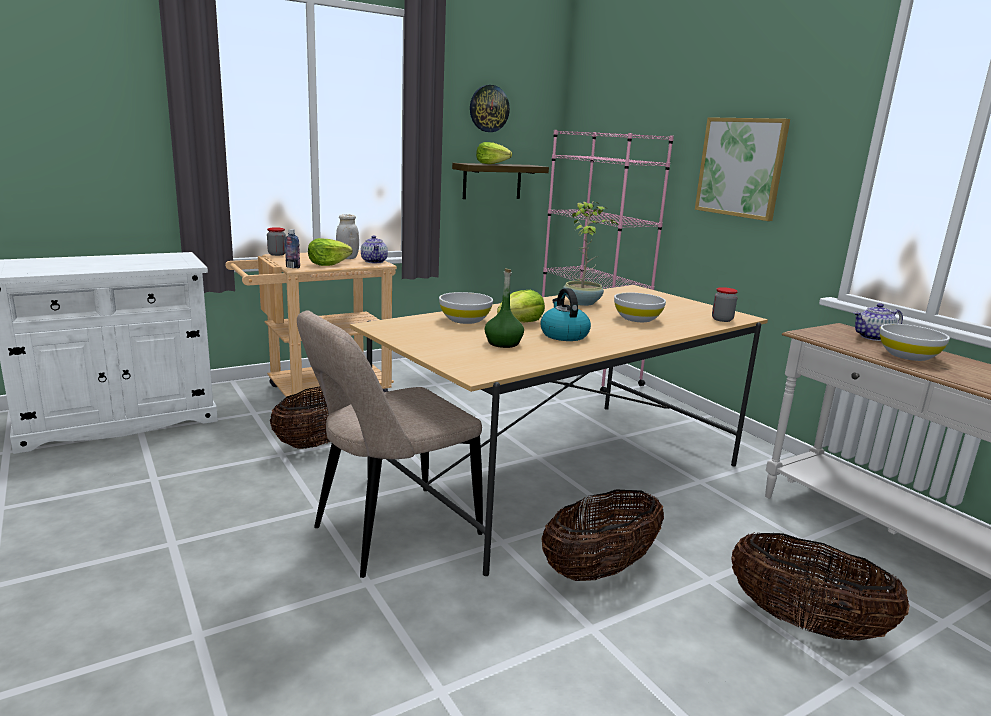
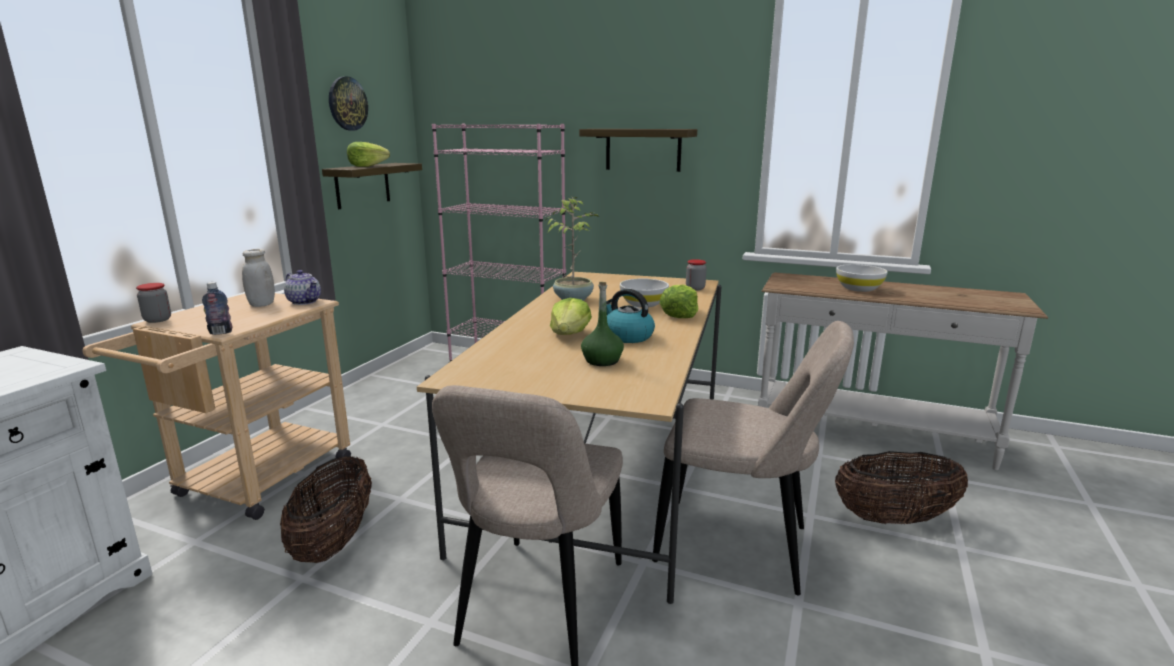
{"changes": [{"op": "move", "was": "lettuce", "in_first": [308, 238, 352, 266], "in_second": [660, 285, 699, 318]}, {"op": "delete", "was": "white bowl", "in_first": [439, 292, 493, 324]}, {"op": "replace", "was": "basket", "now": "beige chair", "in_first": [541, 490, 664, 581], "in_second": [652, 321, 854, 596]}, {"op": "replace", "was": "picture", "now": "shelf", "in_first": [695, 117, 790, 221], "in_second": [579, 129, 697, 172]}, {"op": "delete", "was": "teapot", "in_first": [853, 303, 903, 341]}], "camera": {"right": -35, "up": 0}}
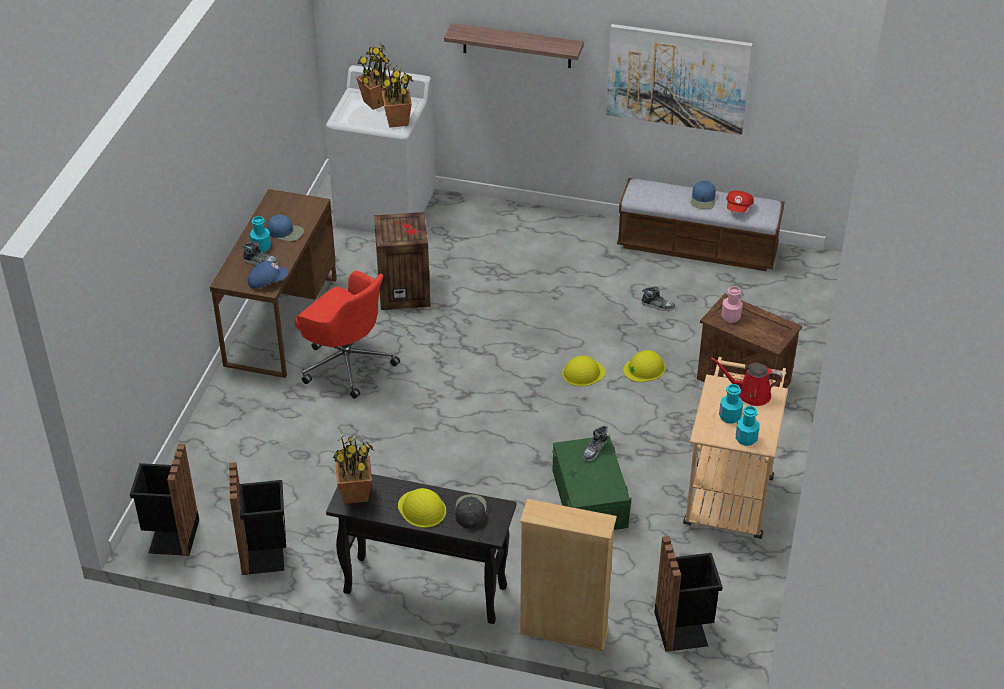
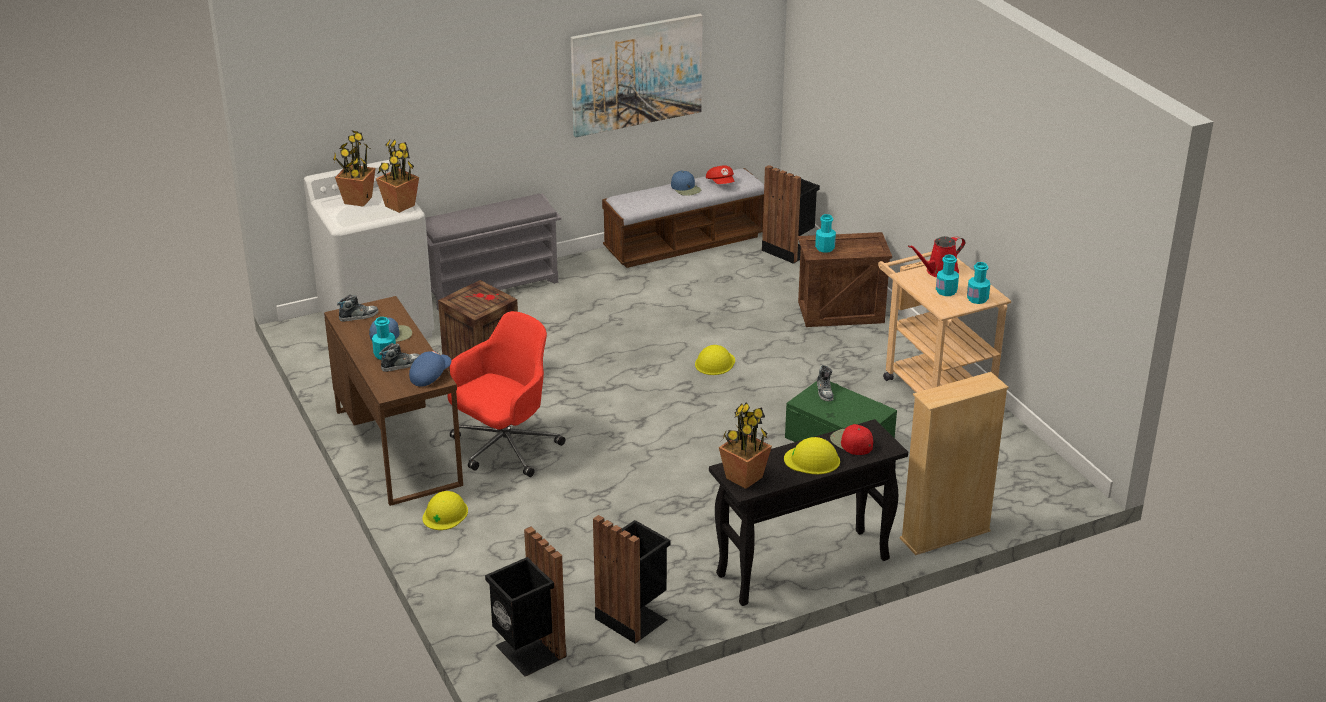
{"changes": [{"op": "rotate", "was": "red office chair", "in_first": [295, 271, 400, 399], "in_second": [448, 311, 565, 477], "clockwise": -45}, {"op": "delete", "was": "shelf", "in_first": [444, 23, 584, 68]}, {"op": "recolor", "was": "black cap", "now": "red cap", "in_first": [456, 495, 487, 529], "in_second": [830, 424, 873, 455]}, {"op": "move", "was": "yellow hard hat", "in_first": [623, 350, 665, 382], "in_second": [422, 491, 468, 530]}, {"op": "move", "was": "shoe", "in_first": [642, 287, 675, 311], "in_second": [337, 295, 378, 322]}, {"op": "move", "was": "black trash can", "in_first": [654, 536, 722, 652], "in_second": [762, 165, 820, 264]}, {"op": "recolor", "was": "pink bottle", "now": "turquoise bottle", "in_first": [721, 286, 743, 323], "in_second": [815, 214, 836, 253]}, {"op": "insert", "now": "grey shoe rack", "in_second": [425, 194, 561, 311]}], "camera": {"right": -40, "up": -10}}
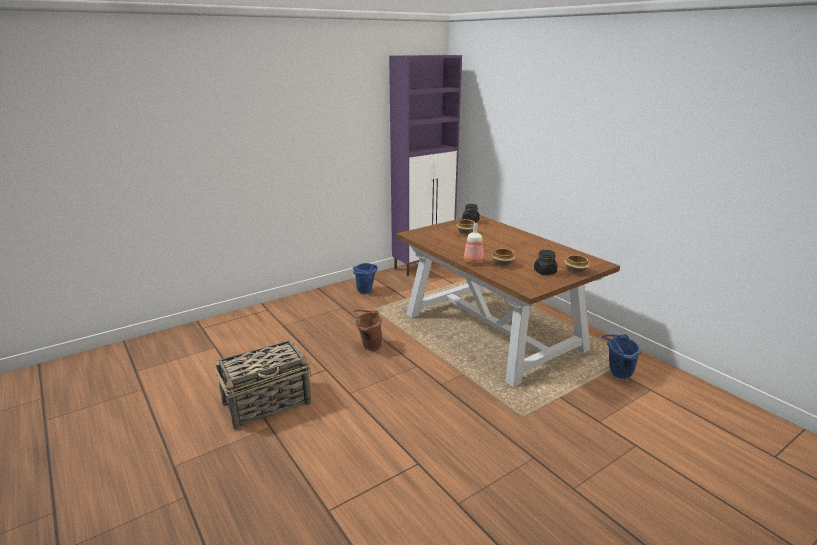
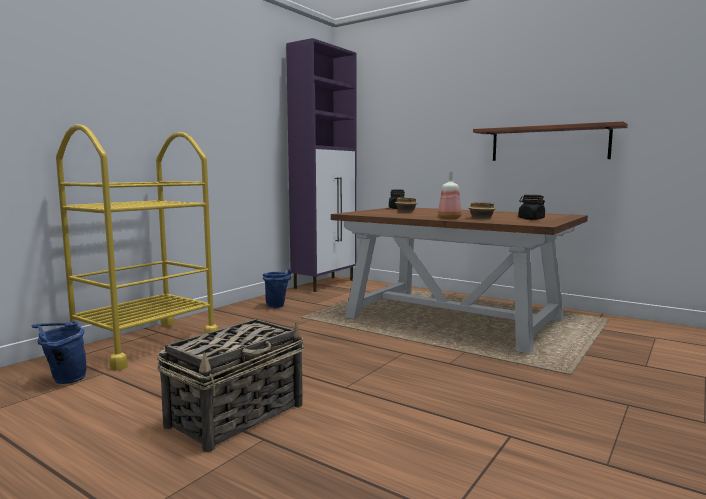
{"changes": [{"op": "delete", "was": "brown bucket", "in_first": [353, 310, 382, 351]}, {"op": "delete", "was": "bowl", "in_first": [564, 255, 590, 274]}, {"op": "move", "was": "blue bucket", "in_first": [602, 334, 642, 379], "in_second": [32, 321, 86, 384]}, {"op": "insert", "now": "yellow cart", "in_second": [56, 124, 219, 371]}, {"op": "insert", "now": "shelf", "in_second": [473, 121, 628, 161]}], "camera": {"right": -20, "up": -15}}
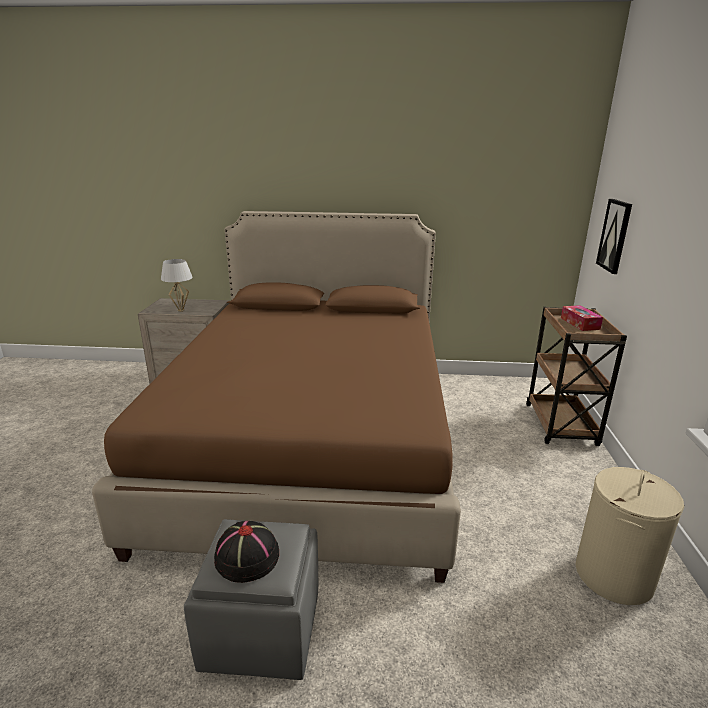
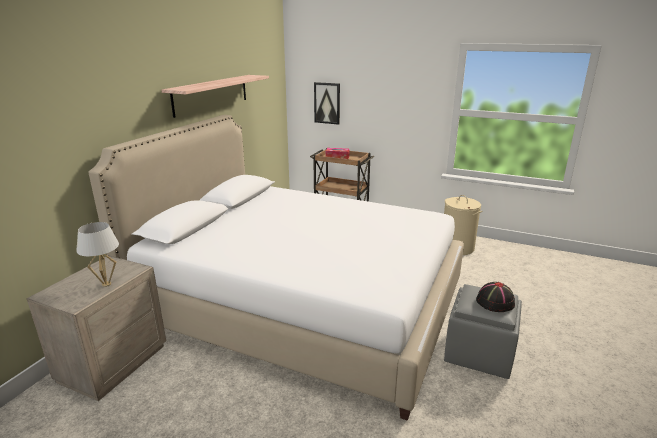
{"changes": [{"op": "recolor", "was": "brown bed", "now": "white bed", "in_first": [92, 211, 461, 583], "in_second": [89, 115, 464, 421]}, {"op": "insert", "now": "shelf", "in_second": [162, 75, 269, 118]}], "camera": {"right": -70, "up": 0}}
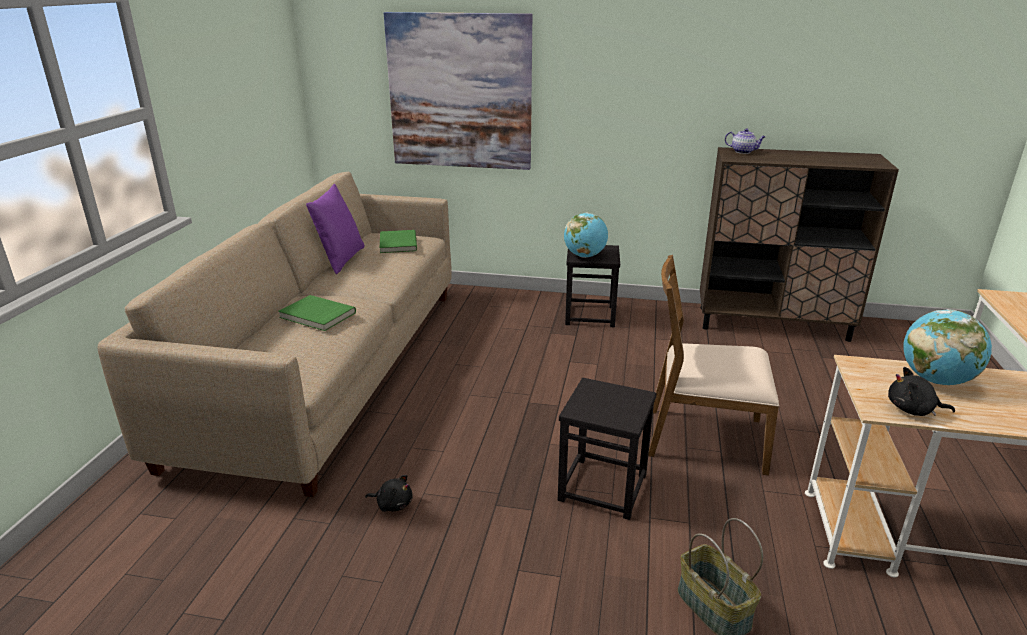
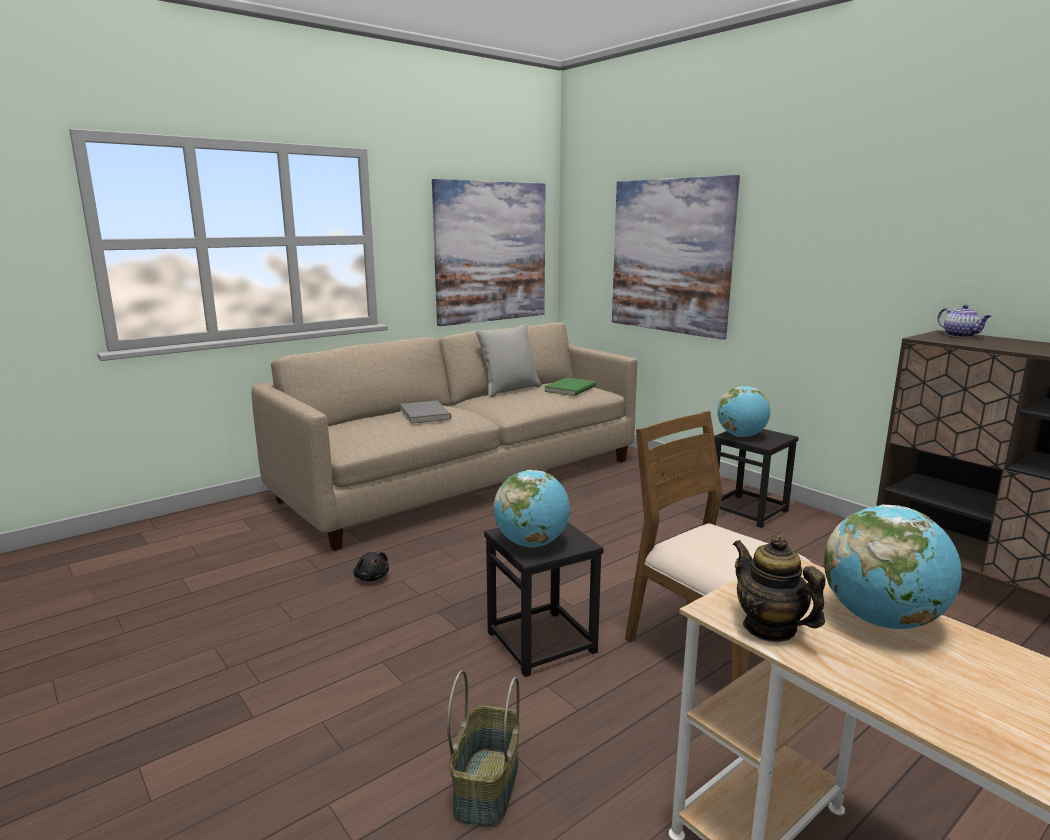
{"changes": [{"op": "recolor", "was": "green book", "now": "grey book", "in_first": [278, 295, 356, 331], "in_second": [400, 401, 452, 424]}, {"op": "recolor", "was": "purple pillow", "now": "grey pillow", "in_first": [306, 184, 365, 274], "in_second": [476, 324, 541, 398]}, {"op": "replace", "was": "black plush toy", "now": "teapot", "in_first": [888, 367, 955, 416], "in_second": [733, 535, 825, 642]}, {"op": "insert", "now": "picture", "in_second": [432, 179, 546, 326]}, {"op": "insert", "now": "globe", "in_second": [493, 470, 570, 548]}], "camera": {"right": 40, "up": -10}}
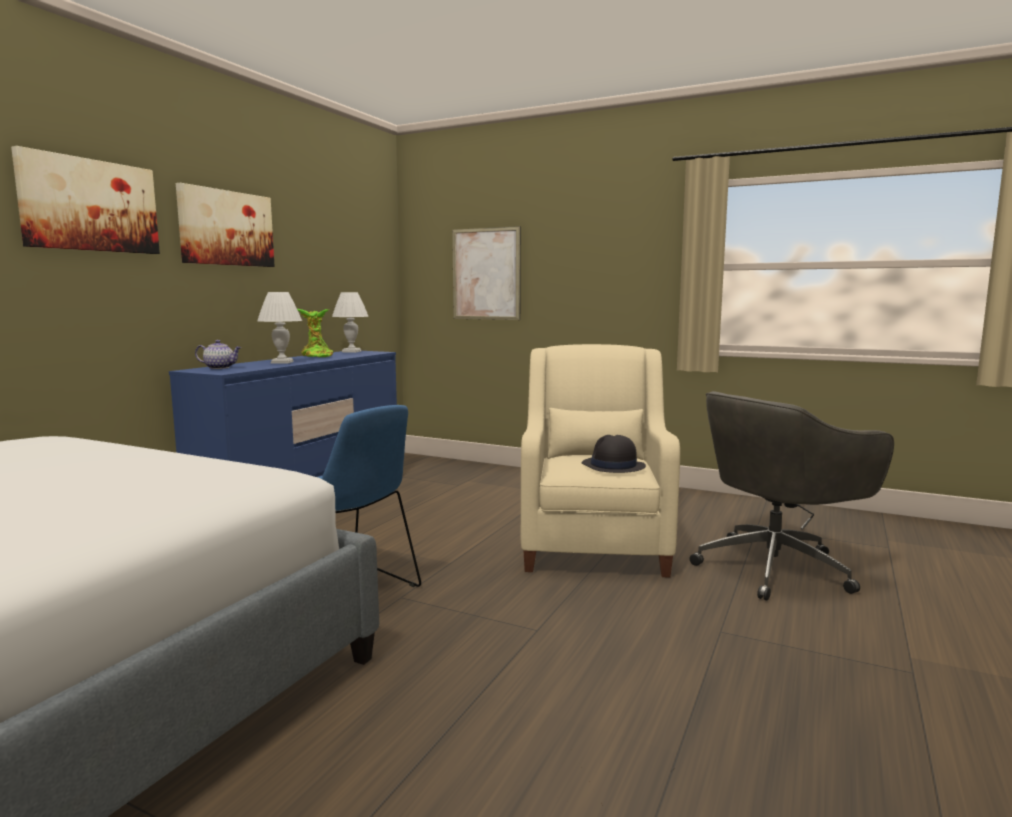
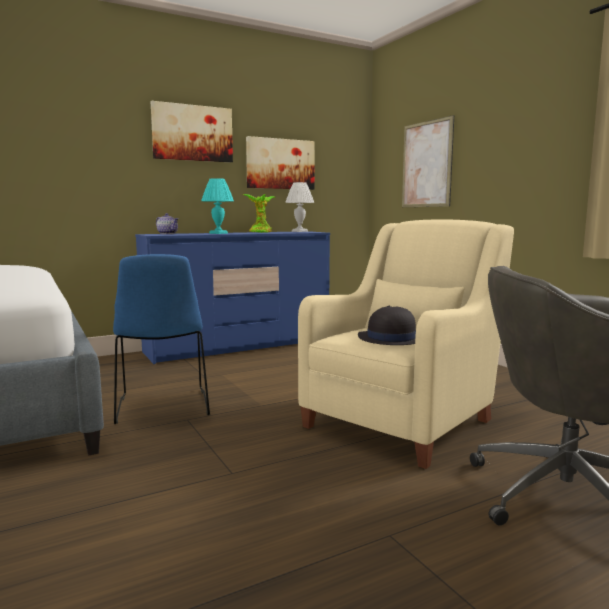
{"changes": [{"op": "move", "was": "picture", "in_first": [11, 146, 160, 254], "in_second": [246, 136, 315, 190]}, {"op": "recolor", "was": "white table lamp", "now": "turquoise table lamp", "in_first": [257, 292, 302, 364], "in_second": [201, 178, 234, 234]}], "camera": {"right": 35, "up": 0}}
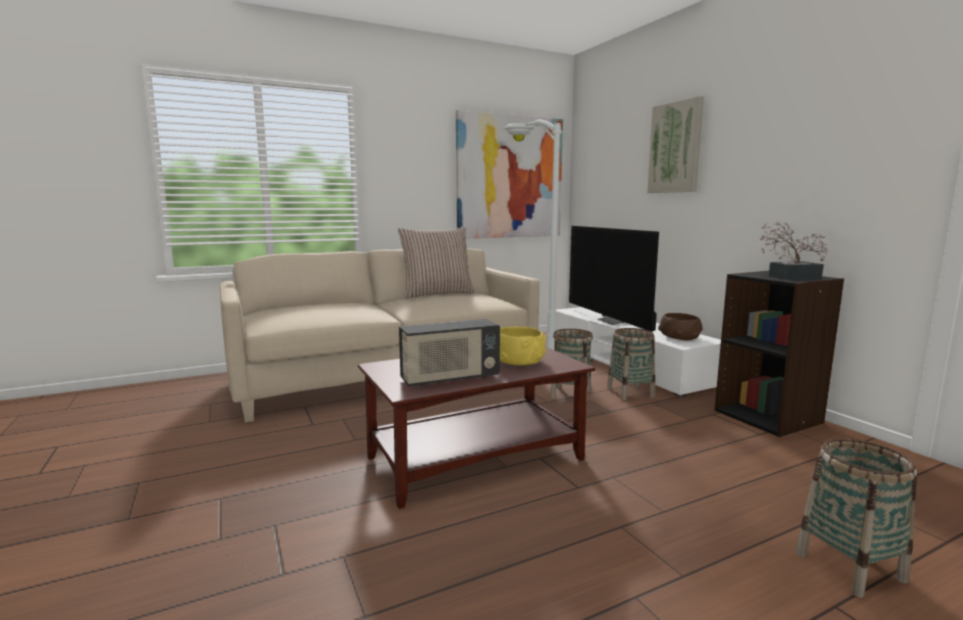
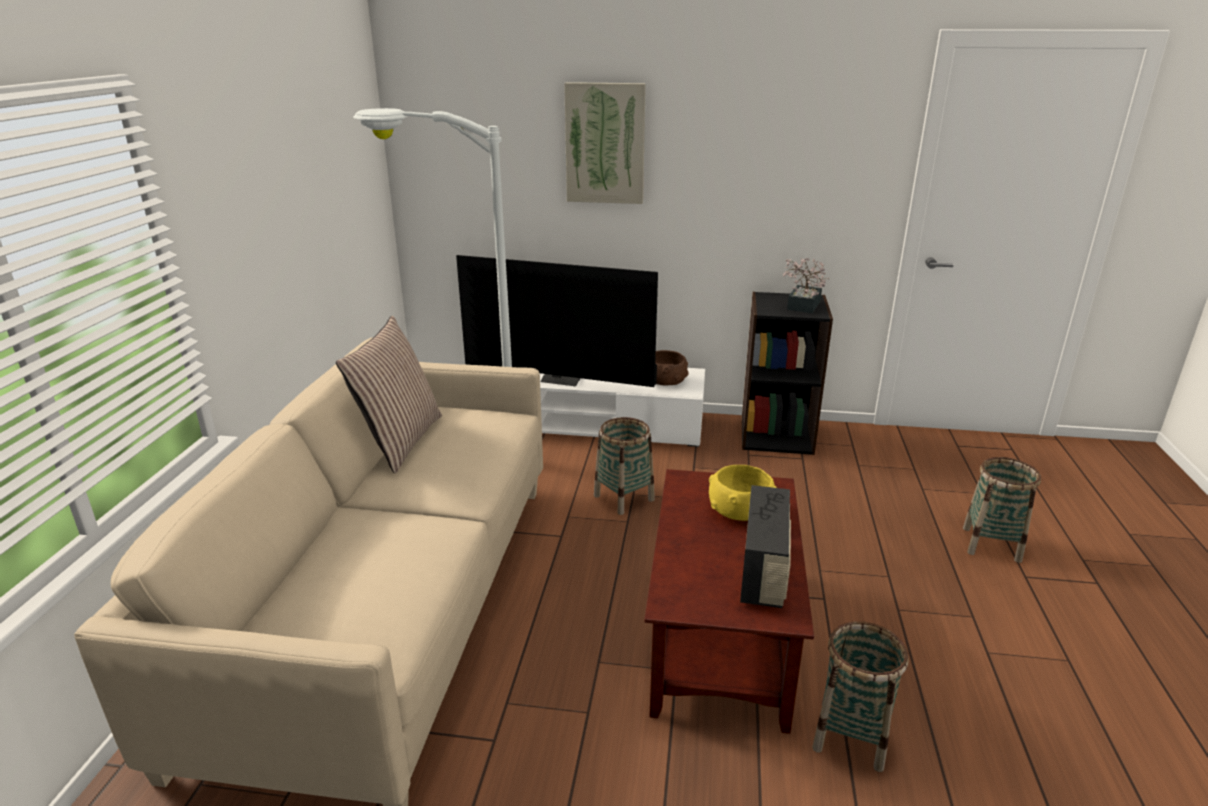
{"changes": [{"op": "delete", "was": "picture", "in_first": [456, 110, 563, 238]}, {"op": "move", "was": "basket", "in_first": [607, 328, 655, 400], "in_second": [812, 621, 909, 772]}], "camera": {"right": -55, "up": 15}}
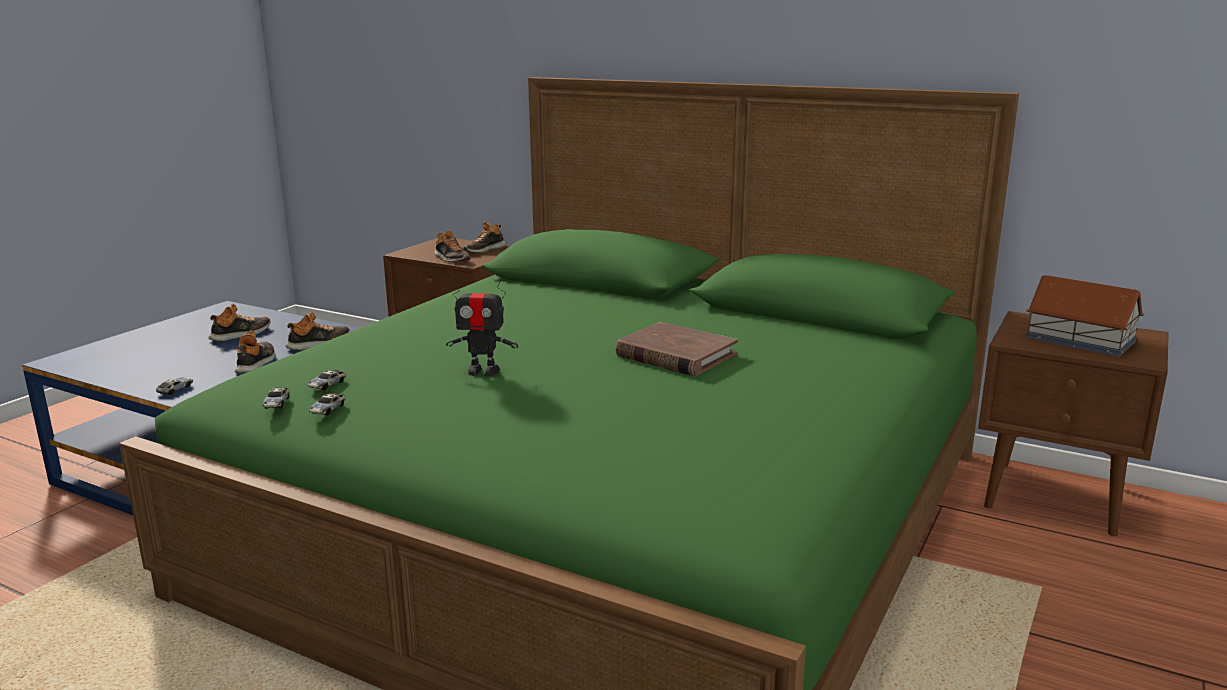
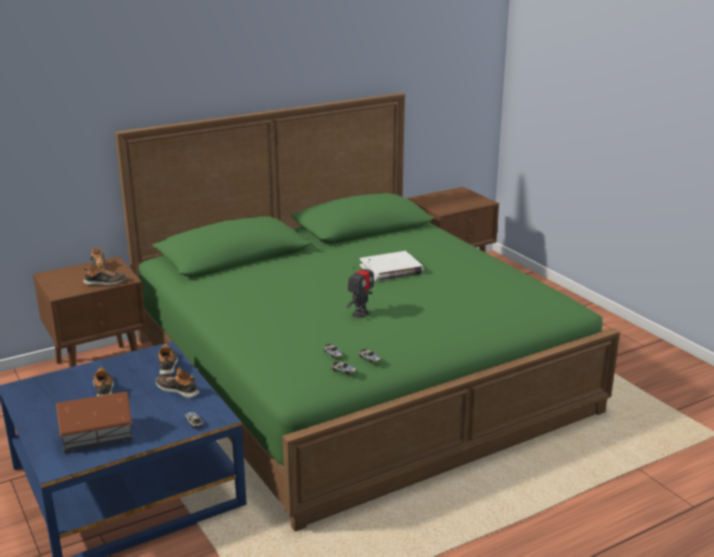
{"changes": [{"op": "recolor", "was": "brown book", "now": "white book", "in_first": [615, 322, 738, 376], "in_second": [360, 251, 423, 281]}, {"op": "move", "was": "toy house", "in_first": [1026, 275, 1144, 357], "in_second": [56, 392, 133, 454]}], "camera": {"right": -60, "up": 5}}
